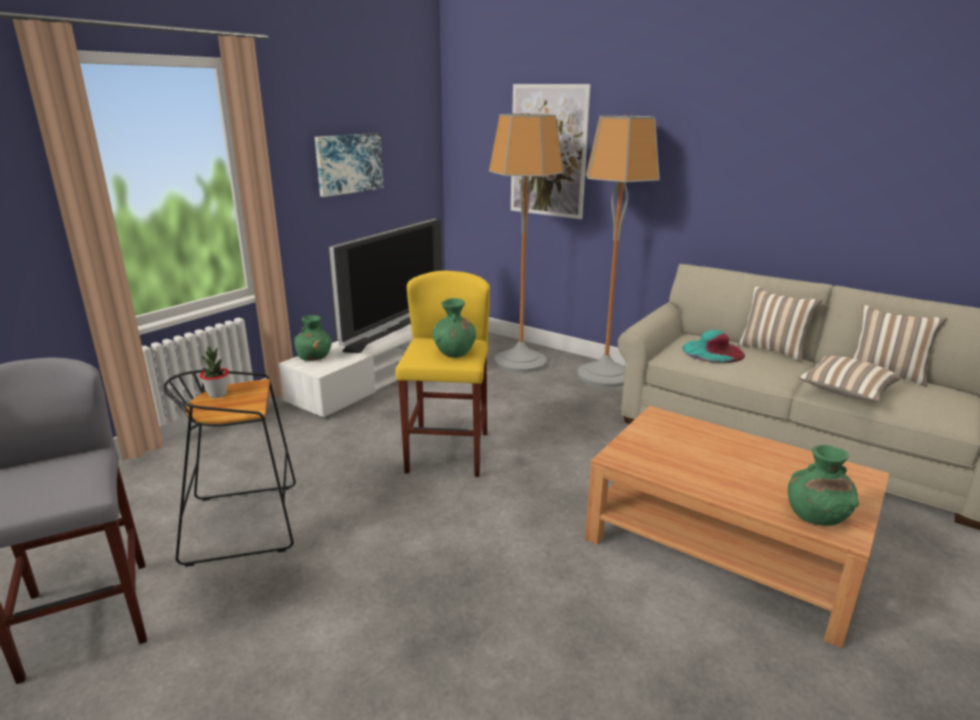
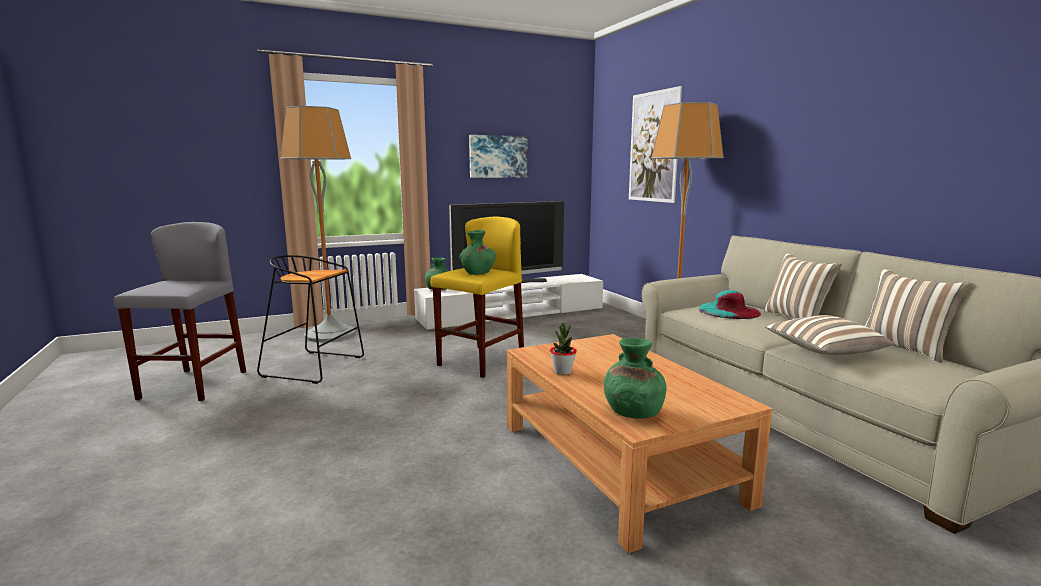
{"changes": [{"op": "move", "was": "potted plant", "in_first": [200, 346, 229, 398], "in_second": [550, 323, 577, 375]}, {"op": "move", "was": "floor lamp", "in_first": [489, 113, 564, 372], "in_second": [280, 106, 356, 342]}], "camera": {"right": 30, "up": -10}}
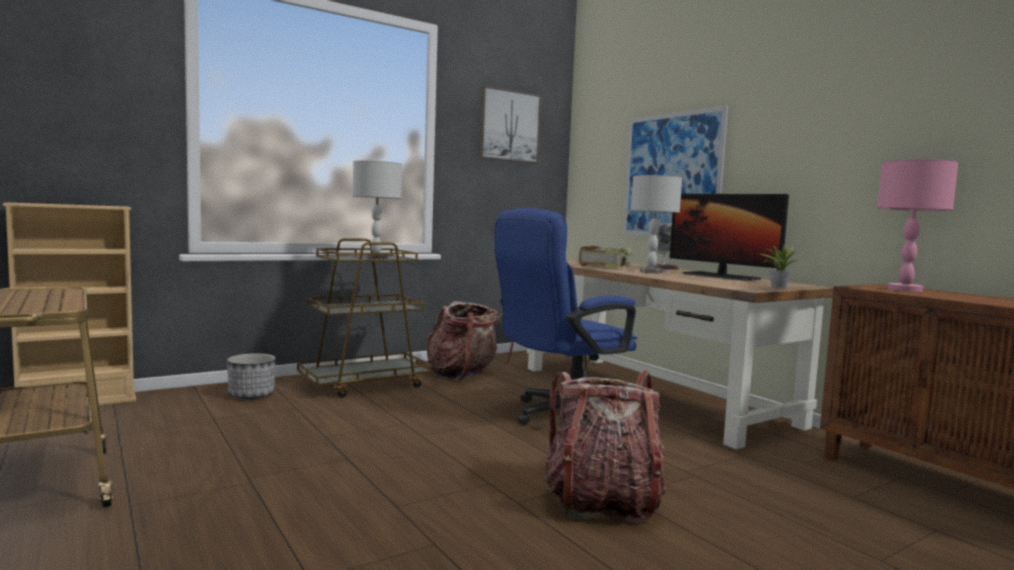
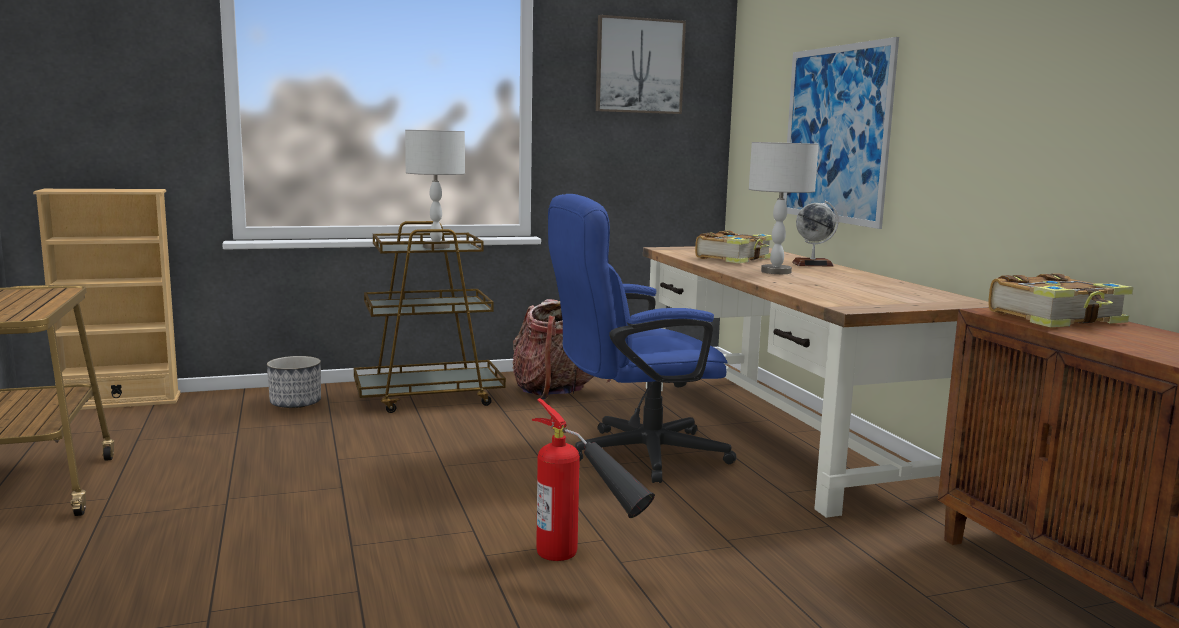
{"changes": [{"op": "replace", "was": "backpack", "now": "fire extinguisher", "in_first": [544, 370, 667, 523], "in_second": [532, 398, 655, 561]}, {"op": "delete", "was": "monitor", "in_first": [669, 194, 789, 281]}, {"op": "delete", "was": "potted plant", "in_first": [760, 244, 795, 287]}, {"op": "replace", "was": "pink table lamp", "now": "book", "in_first": [877, 159, 959, 292], "in_second": [988, 273, 1133, 327]}], "camera": {"right": 15, "up": 5}}
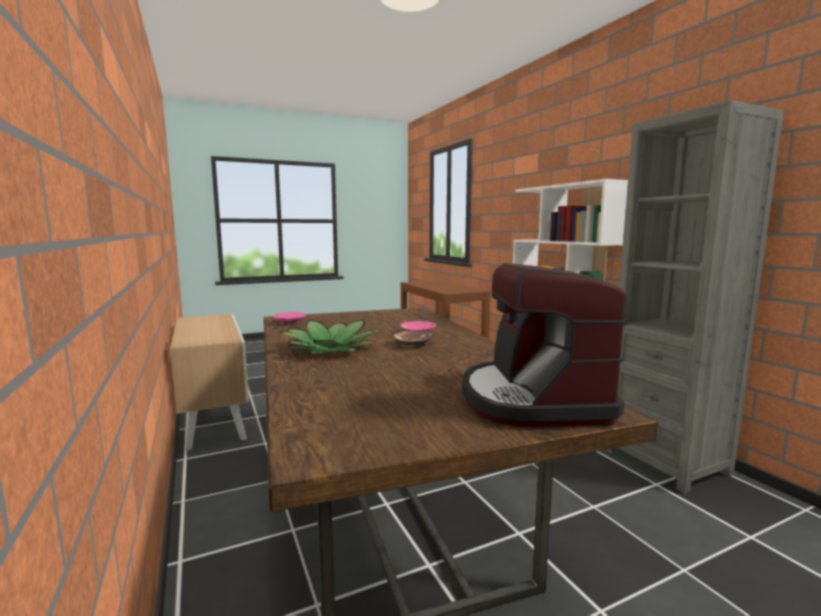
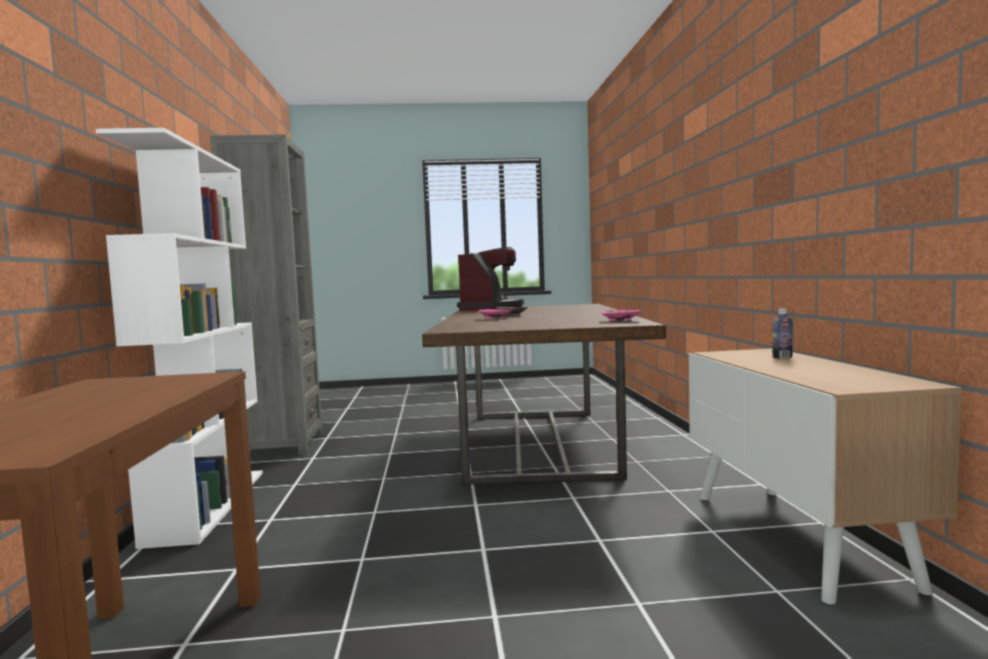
{"changes": [{"op": "delete", "was": "potted plant", "in_first": [279, 320, 382, 354]}, {"op": "insert", "now": "bottle", "in_second": [772, 309, 793, 359]}], "camera": {"right": -160, "up": -5}}
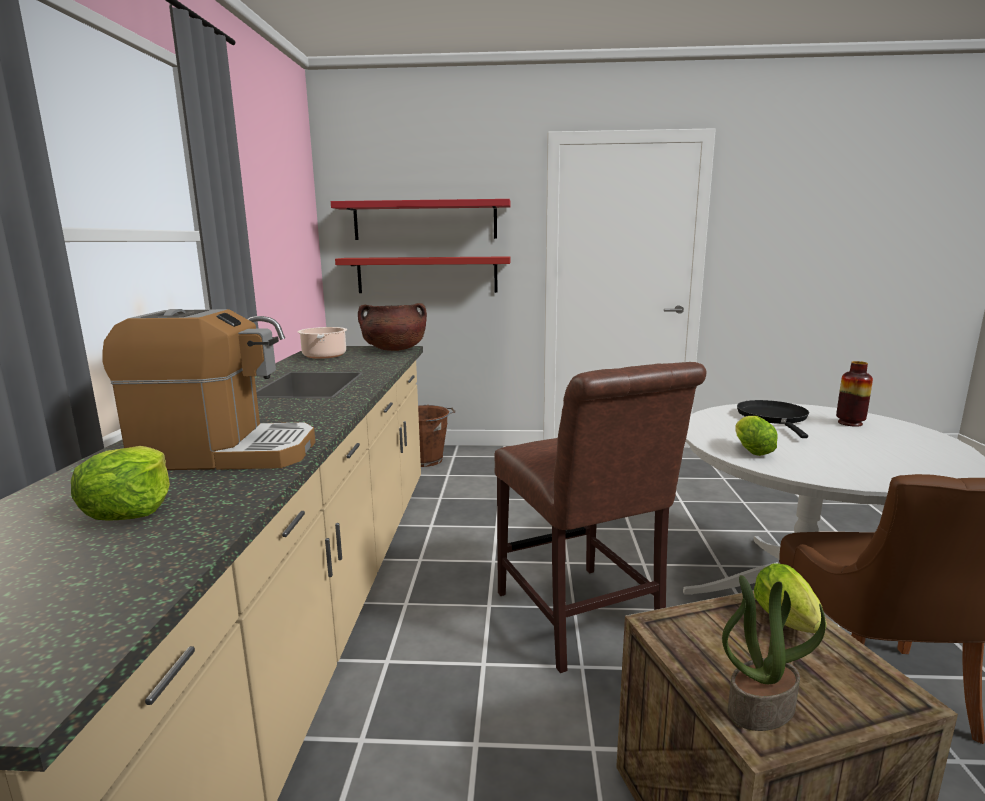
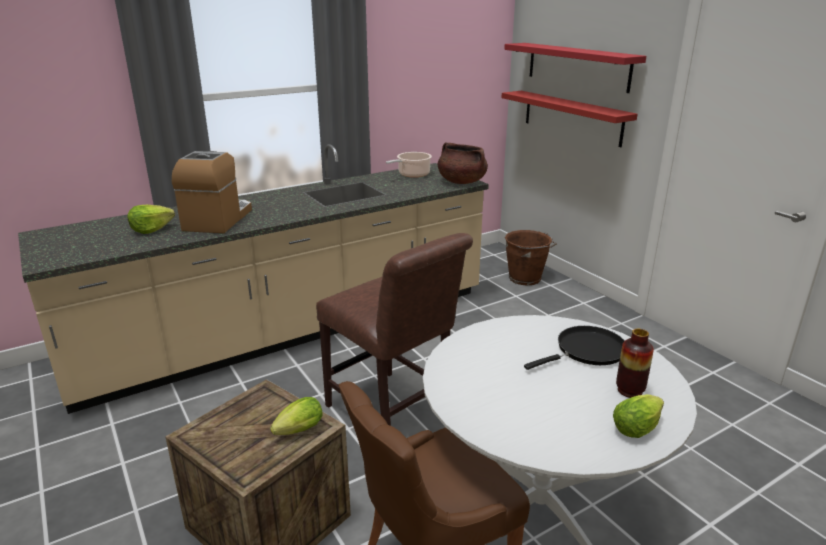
{"changes": [{"op": "rotate", "was": "coffee machine", "in_first": [102, 309, 315, 470], "in_second": [172, 151, 252, 233], "clockwise": -135}, {"op": "rotate", "was": "brown chair", "in_first": [494, 362, 706, 673], "in_second": [316, 233, 473, 426], "clockwise": -75}, {"op": "delete", "was": "potted plant", "in_first": [722, 575, 826, 731]}, {"op": "move", "was": "lettuce", "in_first": [735, 416, 778, 456], "in_second": [613, 394, 664, 438]}], "camera": {"right": 55, "up": 10}}
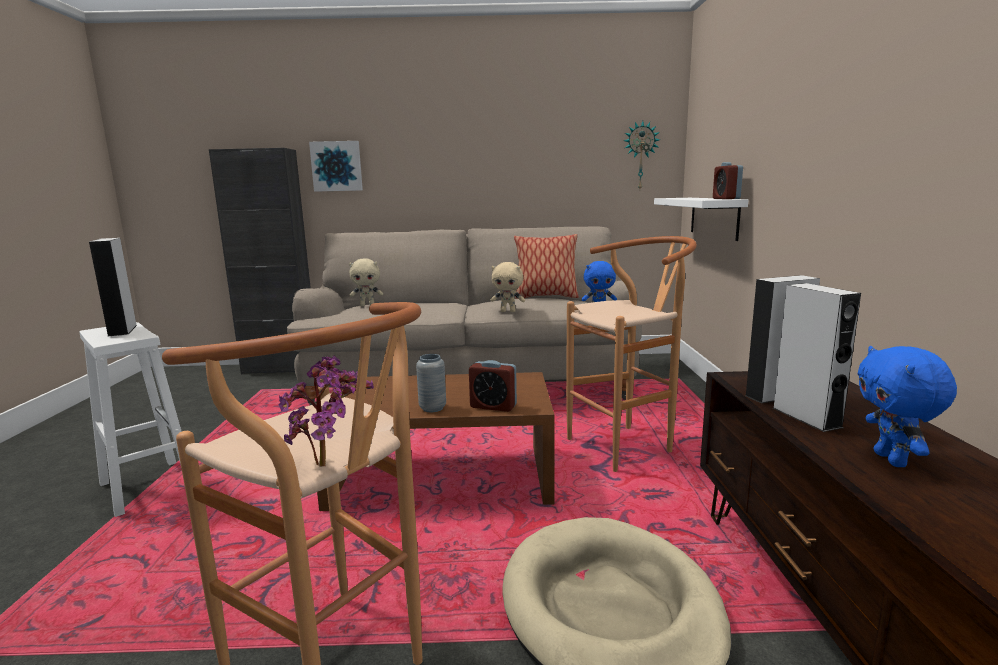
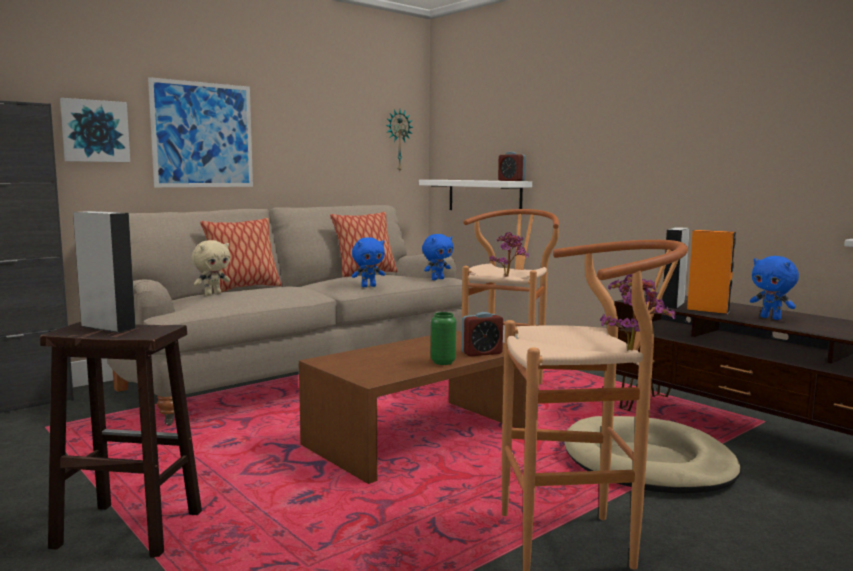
{"changes": [{"op": "recolor", "was": "white stool", "now": "brown stool", "in_first": [79, 322, 182, 517], "in_second": [40, 322, 202, 558]}, {"op": "recolor", "was": "grey vase", "now": "green vase", "in_first": [416, 354, 446, 412], "in_second": [431, 312, 456, 365]}, {"op": "recolor", "was": "beige plush toy", "now": "blue plush toy", "in_first": [491, 262, 525, 312], "in_second": [352, 237, 385, 287]}, {"op": "recolor", "was": "grey speaker", "now": "orange speaker", "in_first": [773, 283, 861, 432], "in_second": [687, 230, 736, 314]}, {"op": "insert", "now": "picture", "in_second": [148, 77, 253, 187]}, {"op": "insert", "now": "pillow", "in_second": [200, 218, 282, 292]}, {"op": "insert", "now": "potted plant", "in_second": [489, 232, 529, 277]}], "camera": {"right": -40, "up": -5}}
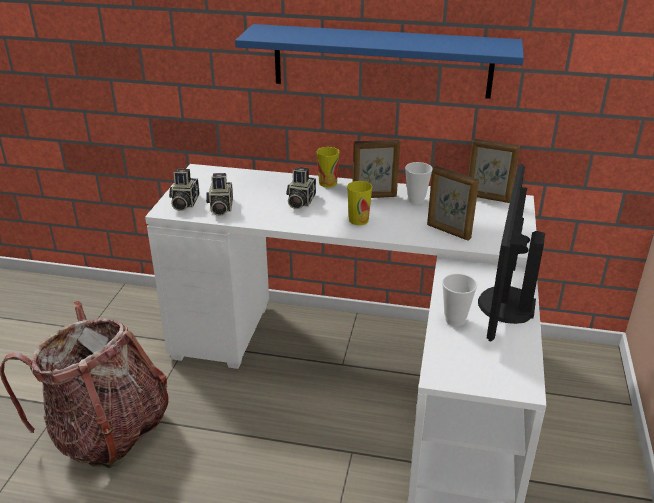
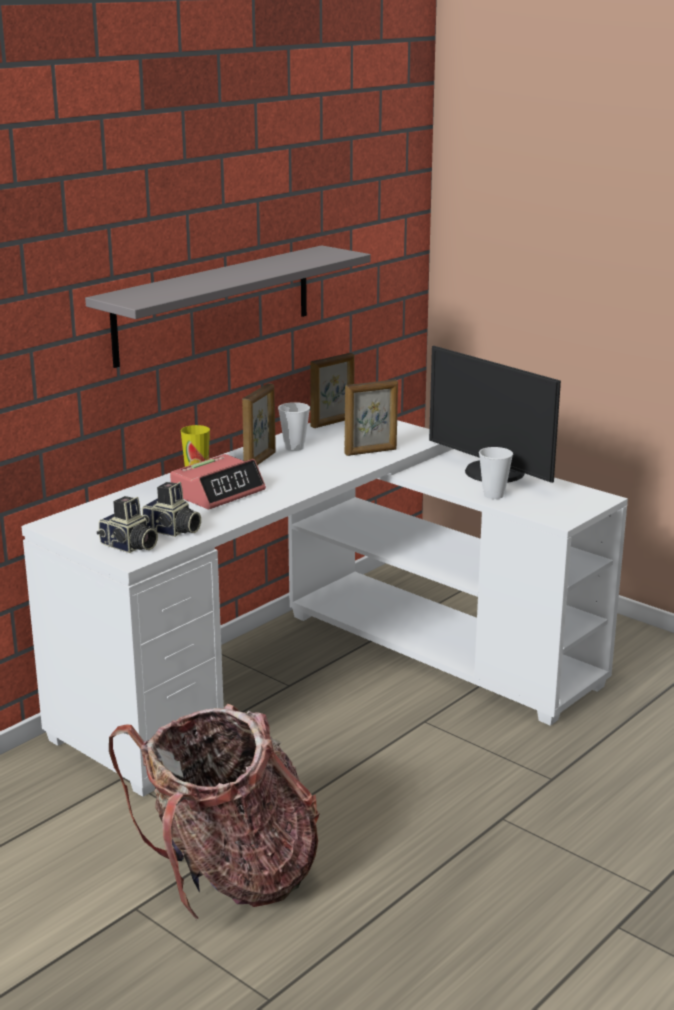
{"changes": [{"op": "recolor", "was": "blue shelf", "now": "grey shelf", "in_first": [235, 24, 524, 99], "in_second": [85, 245, 371, 368]}, {"op": "replace", "was": "photo camera", "now": "alarm clock", "in_first": [286, 167, 316, 209], "in_second": [170, 454, 266, 509]}, {"op": "delete", "was": "cup", "in_first": [347, 181, 372, 225]}], "camera": {"right": -60, "up": -10}}
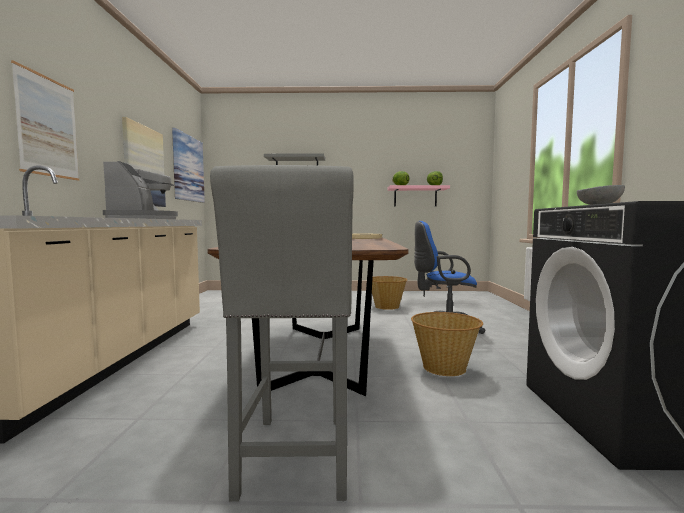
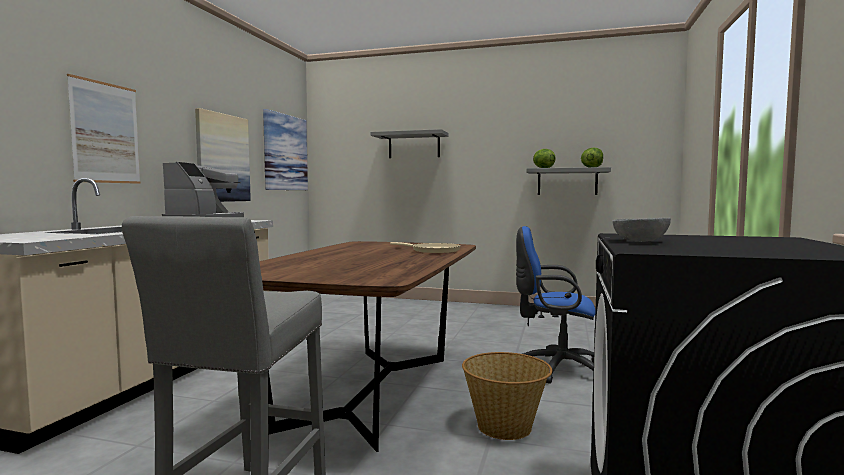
{"changes": [{"op": "delete", "was": "basket", "in_first": [372, 276, 407, 310]}, {"op": "recolor", "was": "pink shelf", "now": "grey shelf", "in_first": [387, 185, 450, 206], "in_second": [527, 167, 611, 195]}], "camera": {"right": 15, "up": 0}}
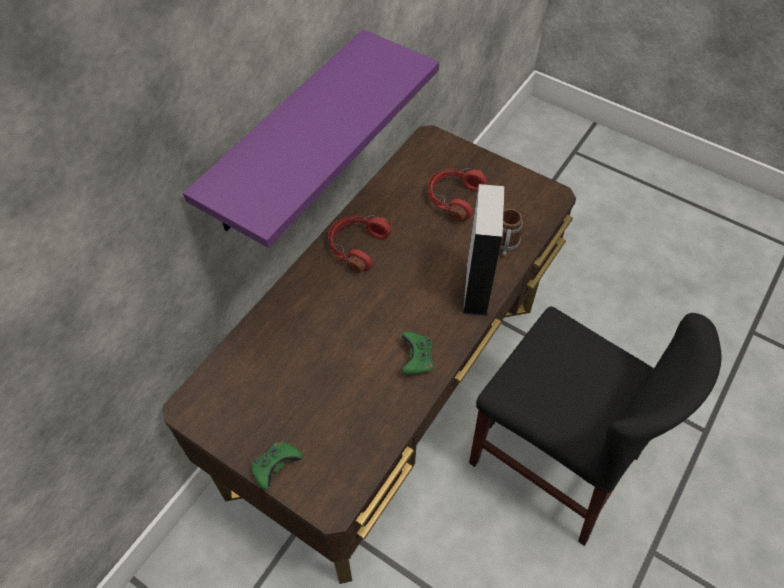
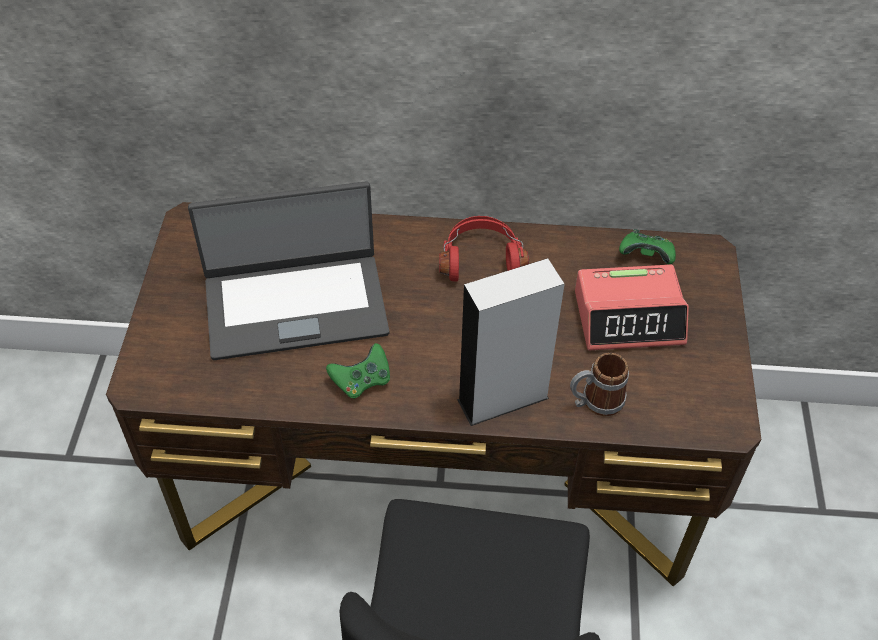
{"changes": [{"op": "delete", "was": "purple shelf", "in_first": [183, 29, 439, 248]}, {"op": "move", "was": "green game controller", "in_first": [251, 442, 303, 490], "in_second": [619, 229, 676, 264]}, {"op": "replace", "was": "red headphones", "now": "alarm clock", "in_first": [428, 168, 487, 222], "in_second": [575, 265, 689, 350]}, {"op": "insert", "now": "laptop", "in_second": [188, 181, 389, 360]}], "camera": {"right": 60, "up": -5}}
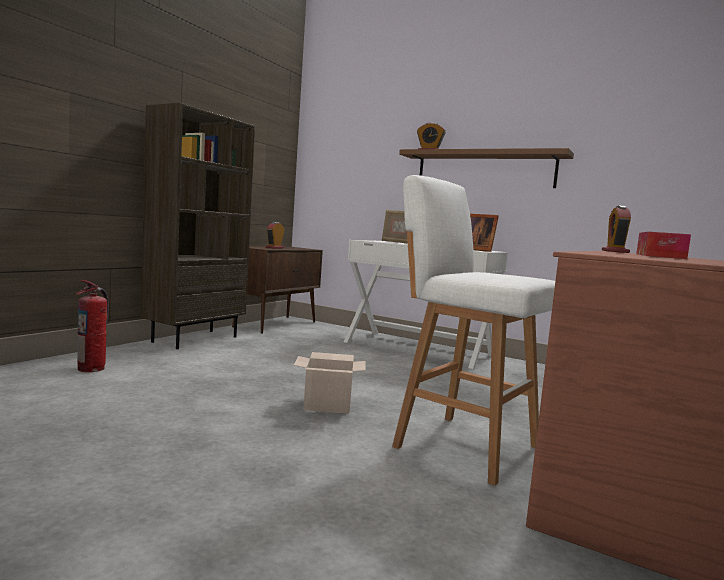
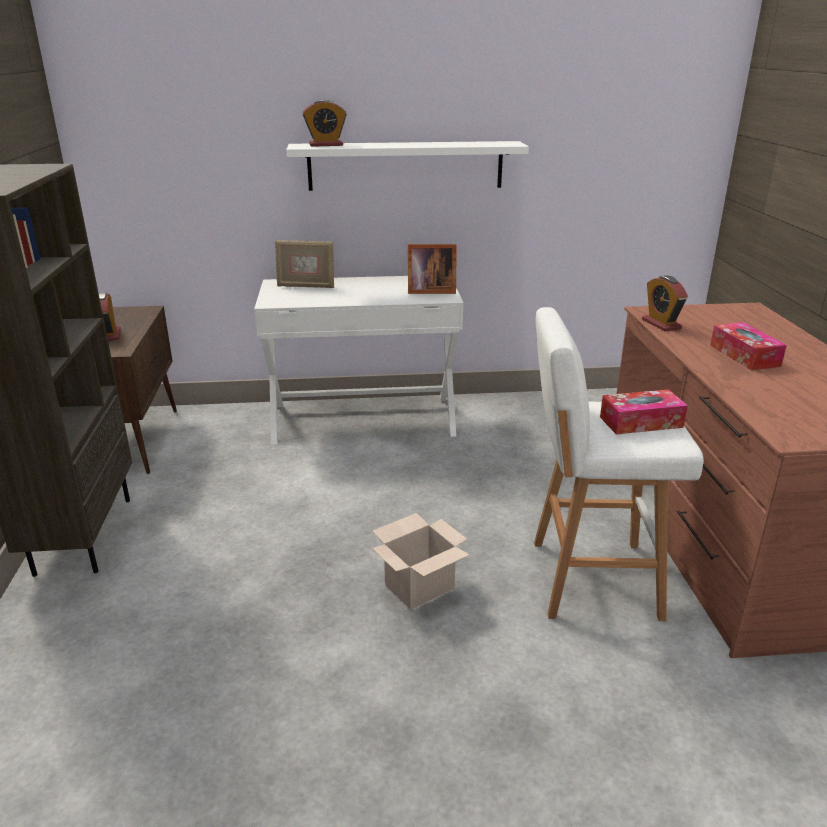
{"changes": [{"op": "delete", "was": "fire extinguisher", "in_first": [76, 280, 109, 372]}, {"op": "recolor", "was": "brown shelf", "now": "white shelf", "in_first": [399, 148, 574, 188], "in_second": [286, 141, 529, 191]}, {"op": "insert", "now": "tissue box", "in_second": [600, 389, 688, 434]}], "camera": {"right": -35, "up": 20}}
